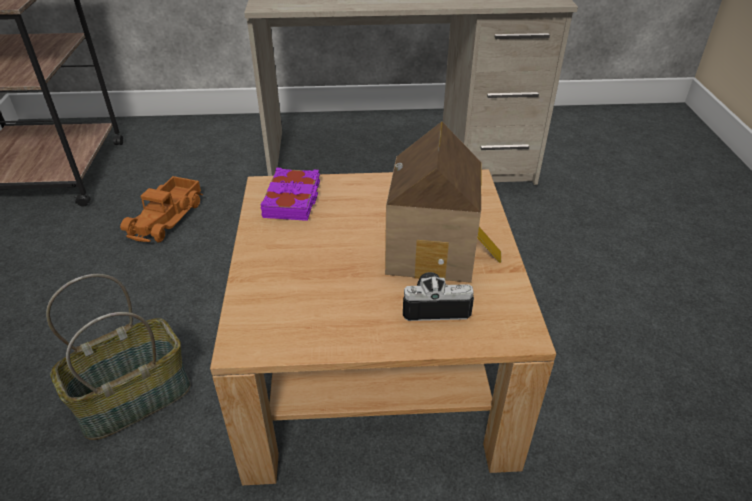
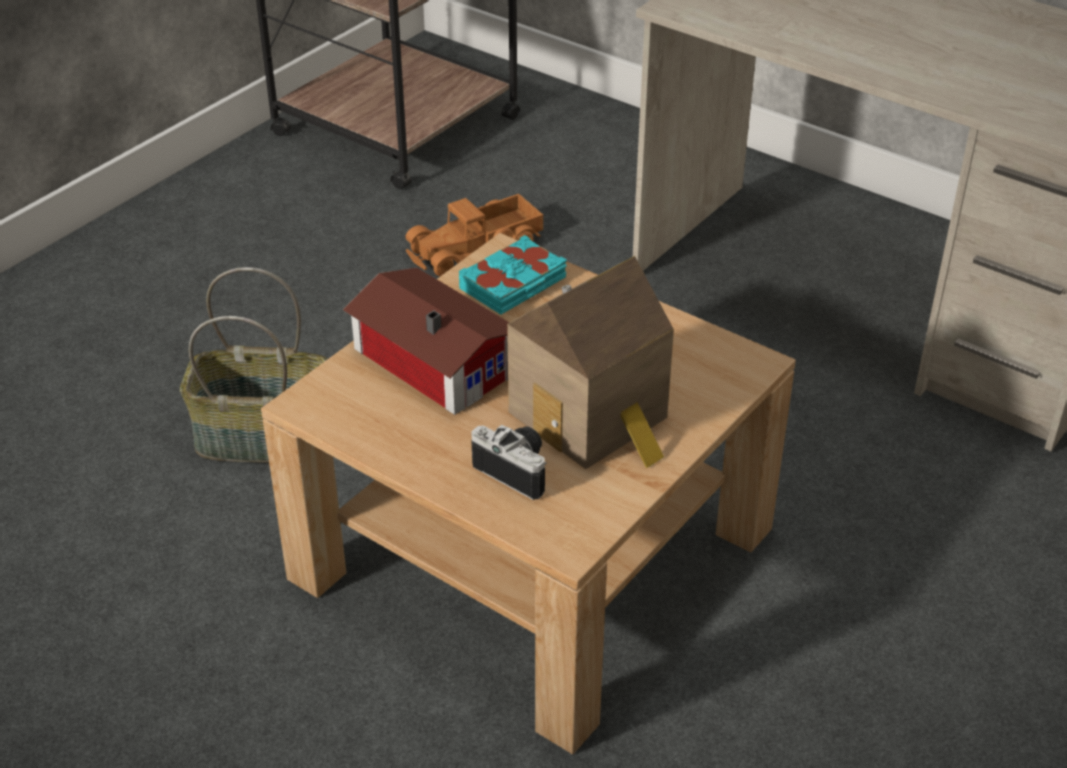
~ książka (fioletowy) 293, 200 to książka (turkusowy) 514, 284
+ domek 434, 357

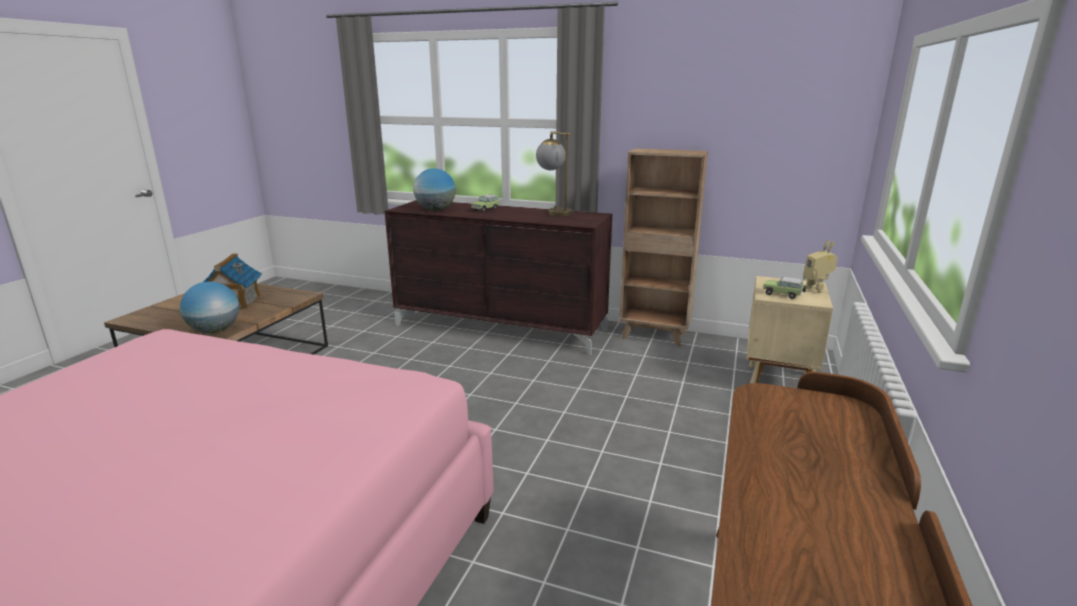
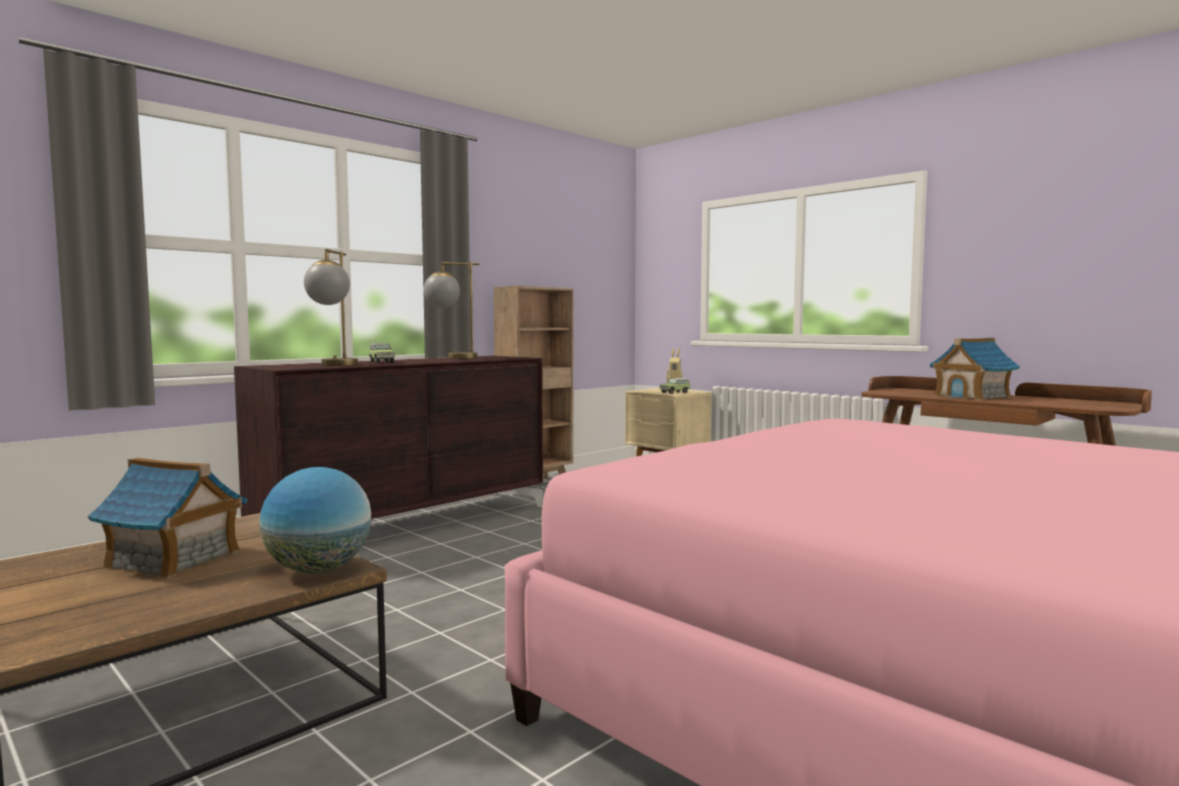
~ globus 436, 210 to lampa stołowa 334, 365
+ domek 972, 396

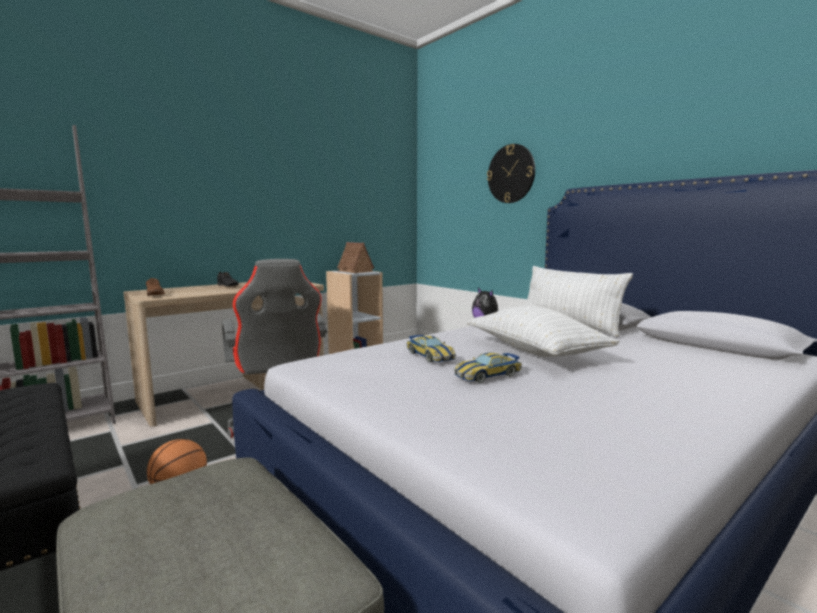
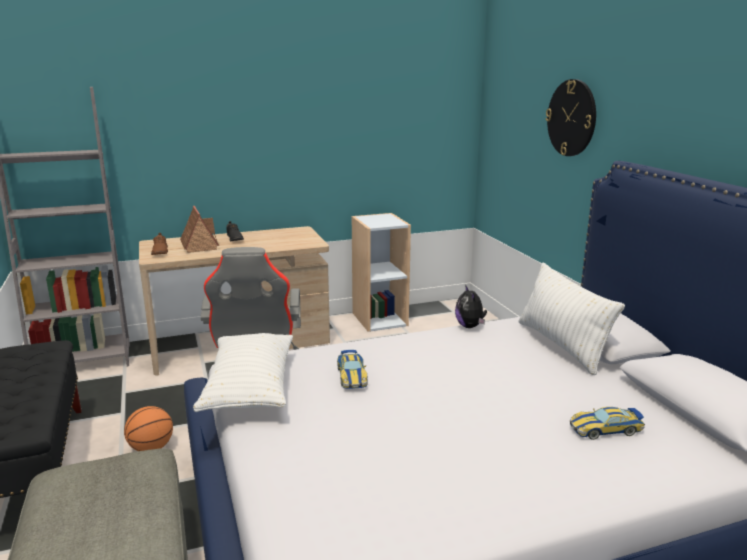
~ domek 354, 271 to 199, 245
~ poduszka (biały) 534, 351 to 250, 388
~ samochodzik 487, 375 to 605, 429

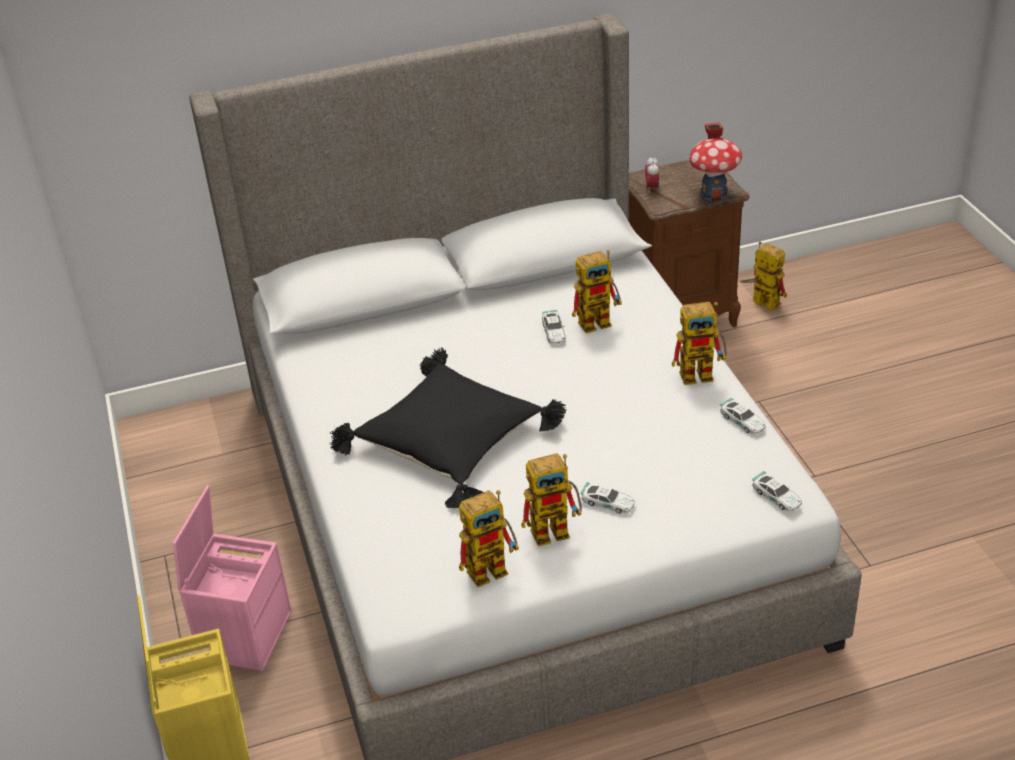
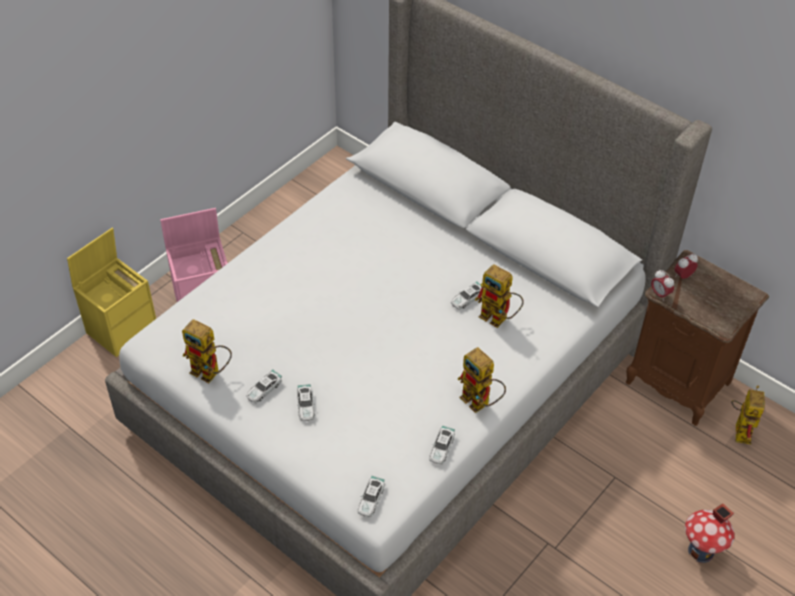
~ domek 713, 193 to 701, 551
- poduszka (czarny) 449, 435
~ robot zabawkowy 557, 529 to samochodzik 264, 389
+ budzik 660, 294

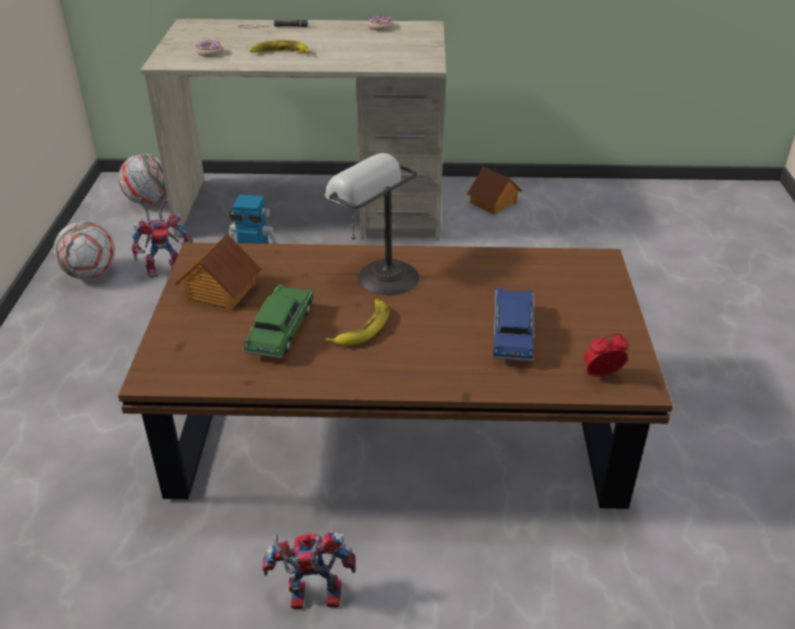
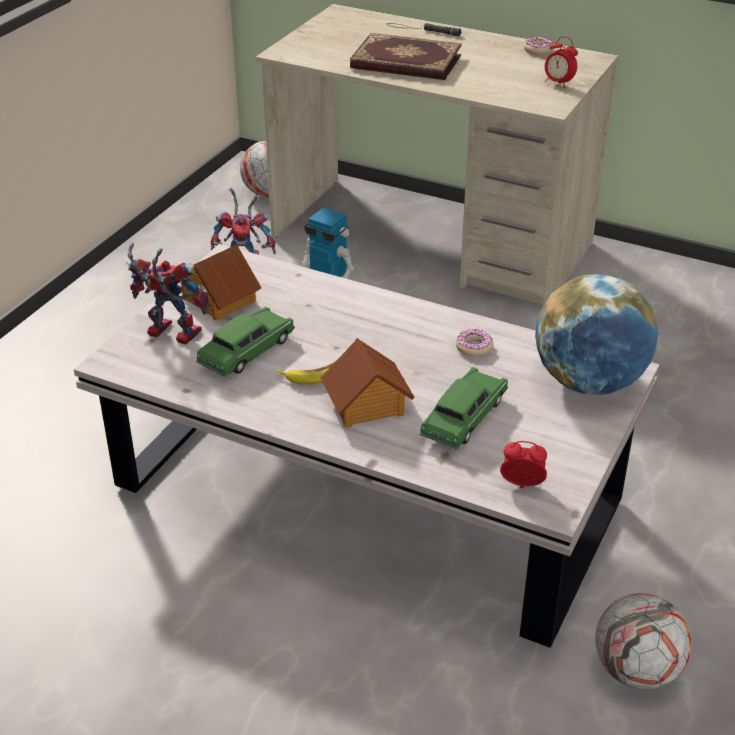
~ donut 209, 53 to 474, 347
~ banan 280, 53 to książka 405, 63
- lampa stołowa 377, 273
~ domek 494, 203 to 366, 404
~ piłka futbolowa 91, 274 to 637, 671
~ ława (brązowy) 395, 430 to ława (biały) 365, 493
~ samochodzik (niebieski) 512, 335 to samochodzik (zielony) 464, 419
~ robot zabawkowy 310, 599 to 168, 333
+ budzik 558, 83
+ globus 589, 382

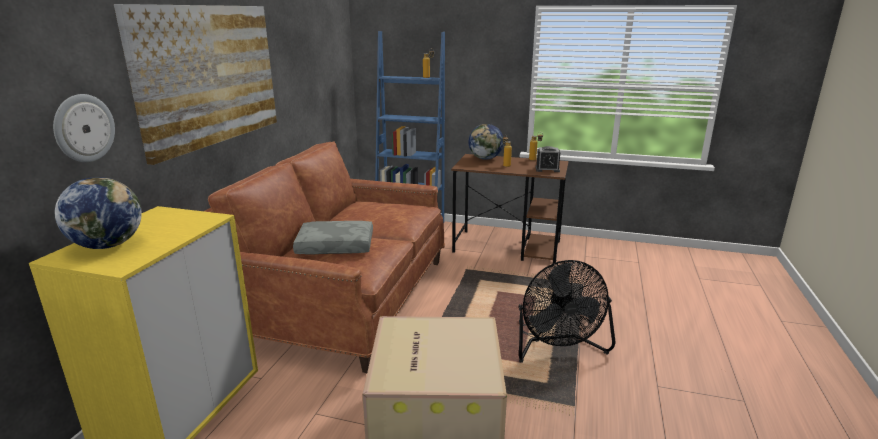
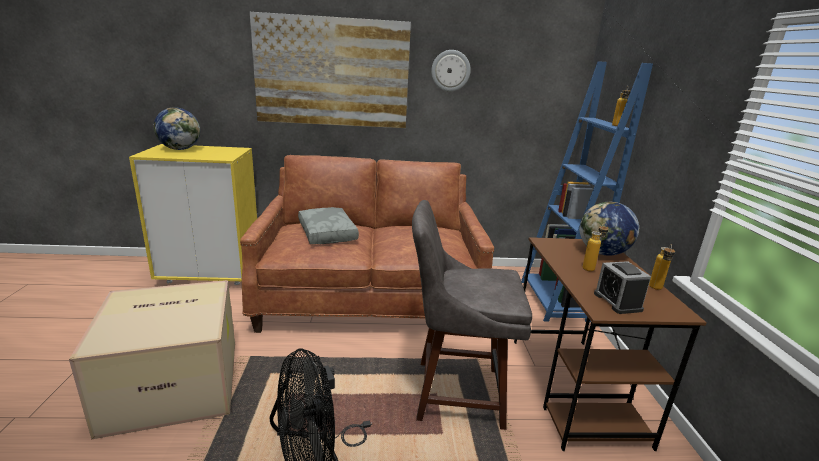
~ zegar ścienny 83, 128 to 450, 70
+ stołek (szary) 454, 392

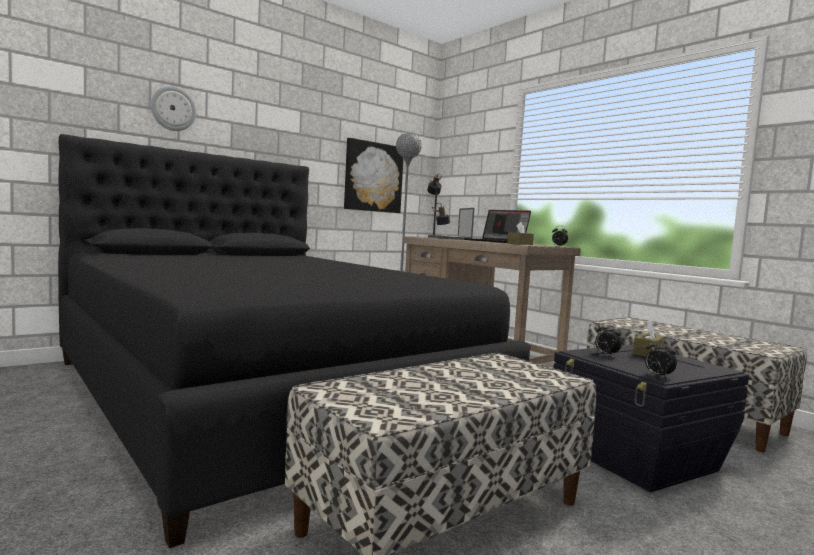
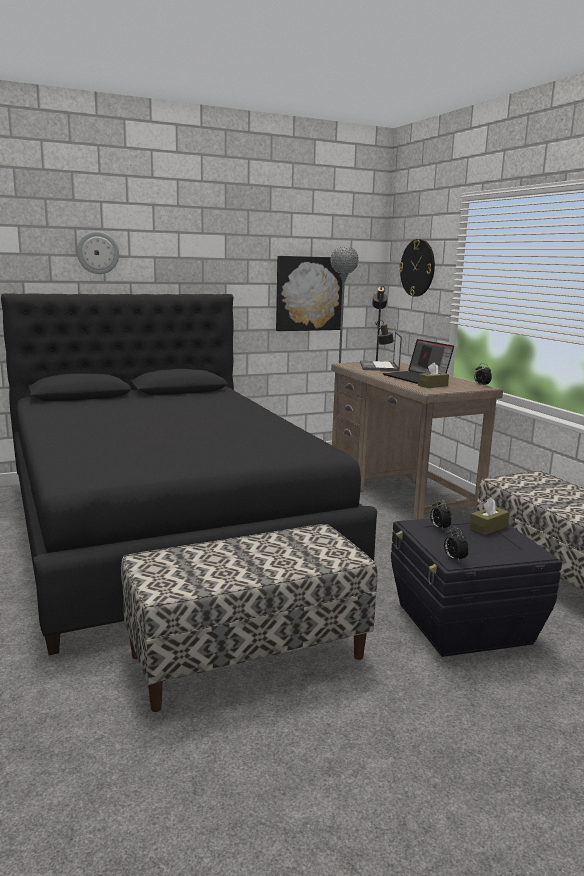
+ zegar ścienny 417, 268

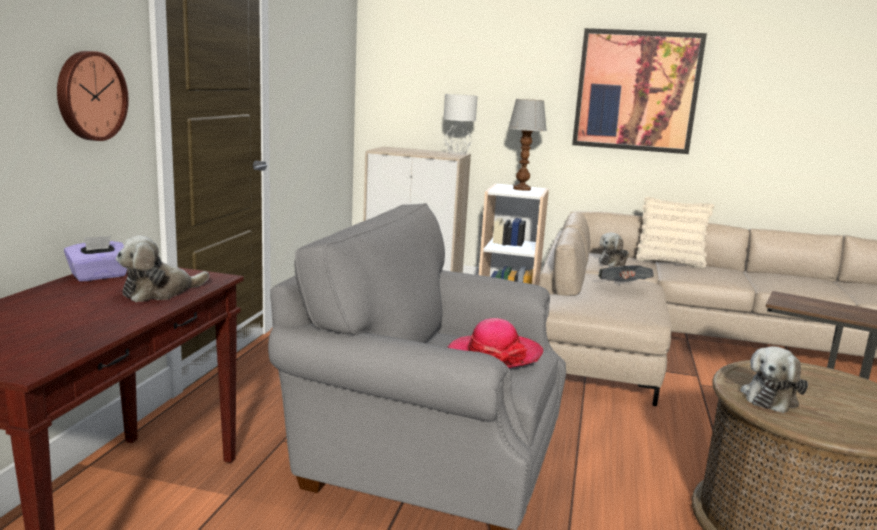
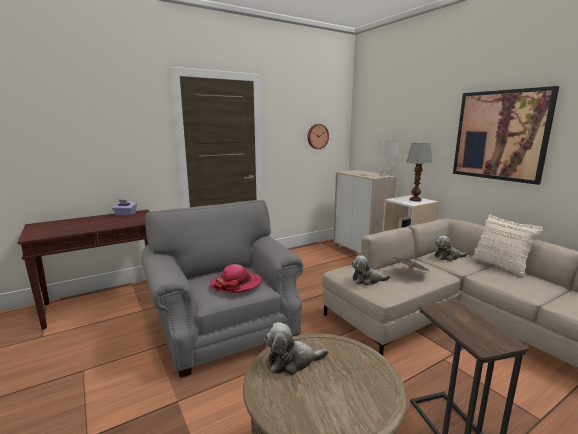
~ zegar ścienny 90, 96 to 317, 136
~ pluszak 160, 292 to 367, 280

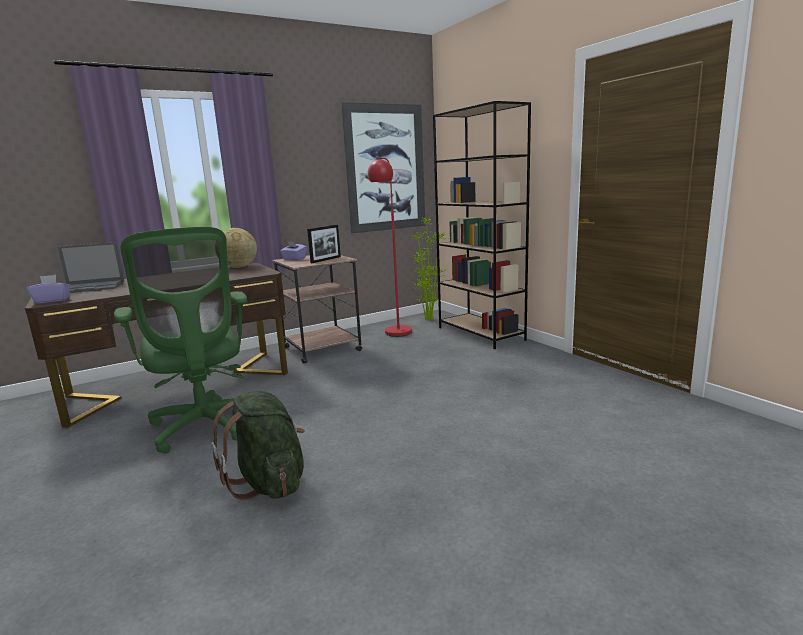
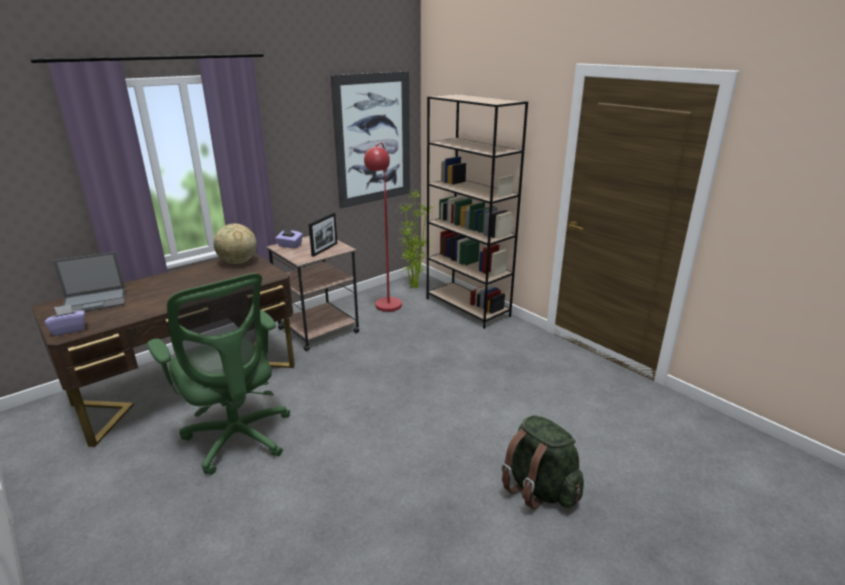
~ plecak (zielony) 269, 483 to 539, 488

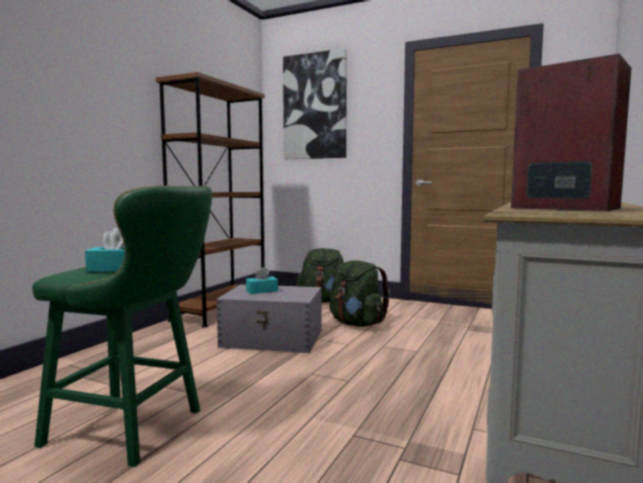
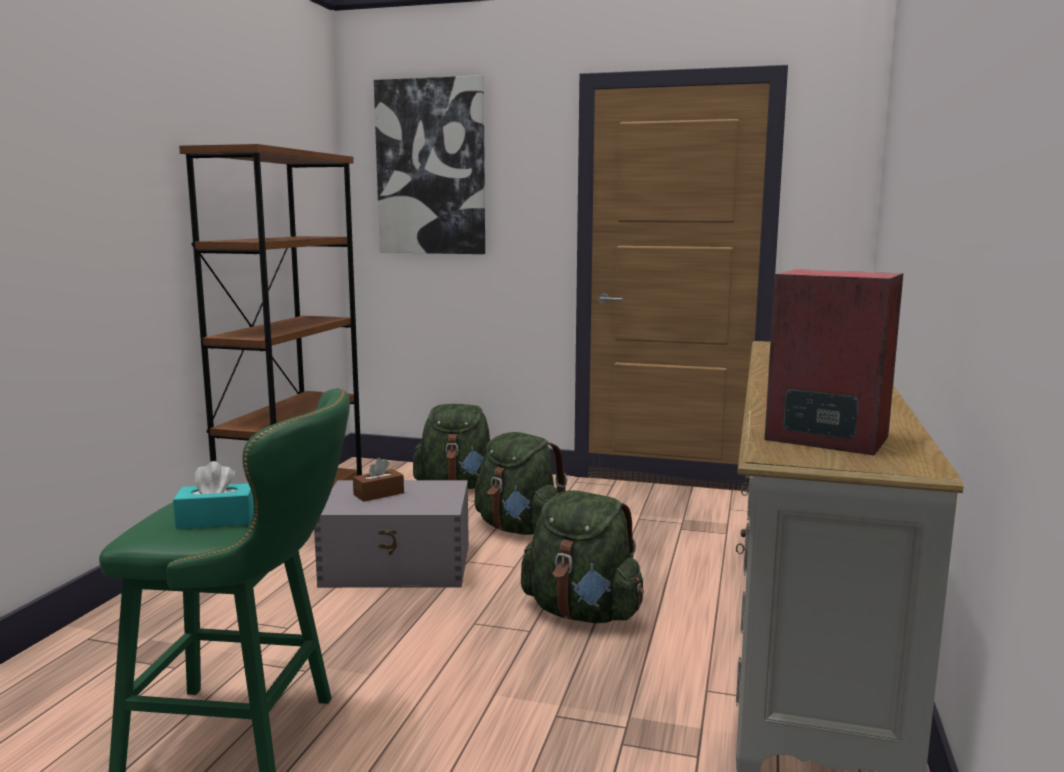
~ pudełko chusteczek (turkusowy) 262, 291 to pudełko chusteczek (brązowy) 378, 494
+ plecak (zielony) 582, 613

